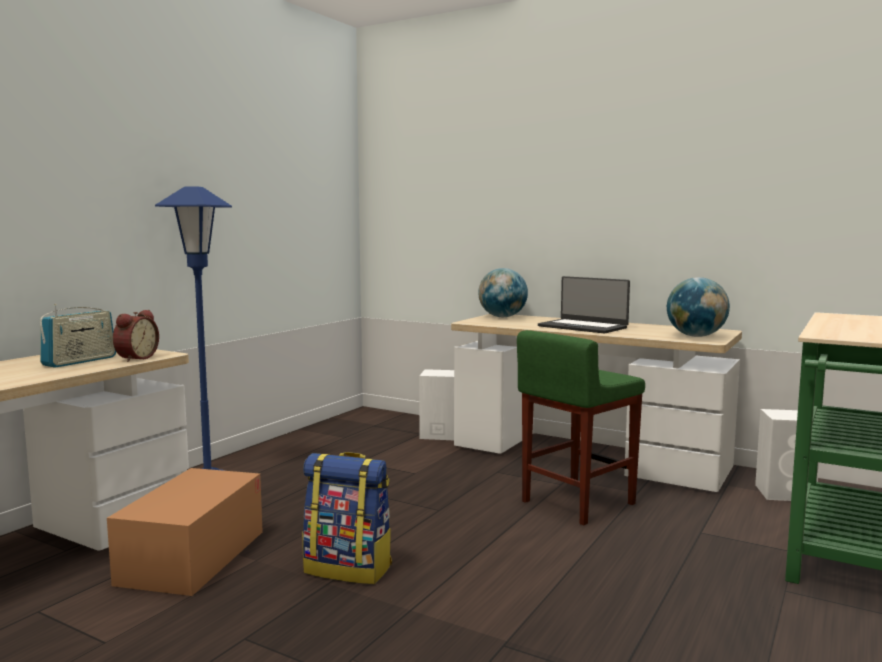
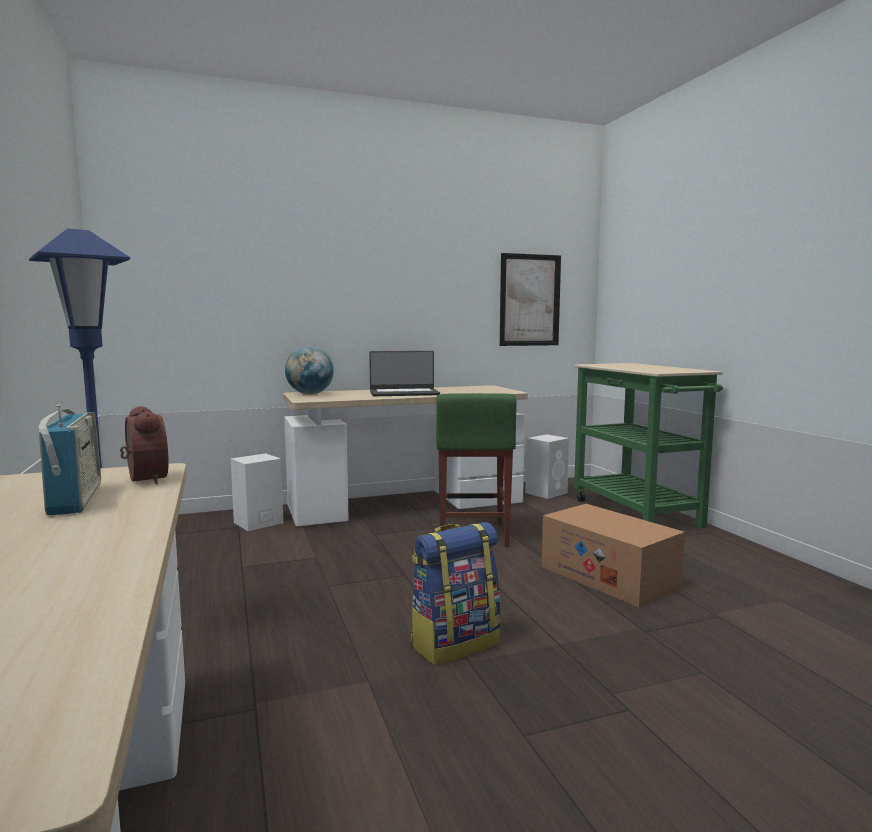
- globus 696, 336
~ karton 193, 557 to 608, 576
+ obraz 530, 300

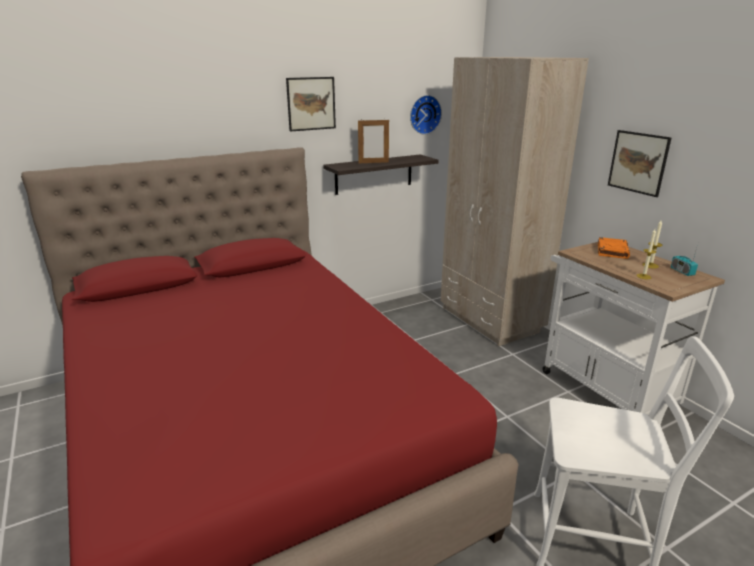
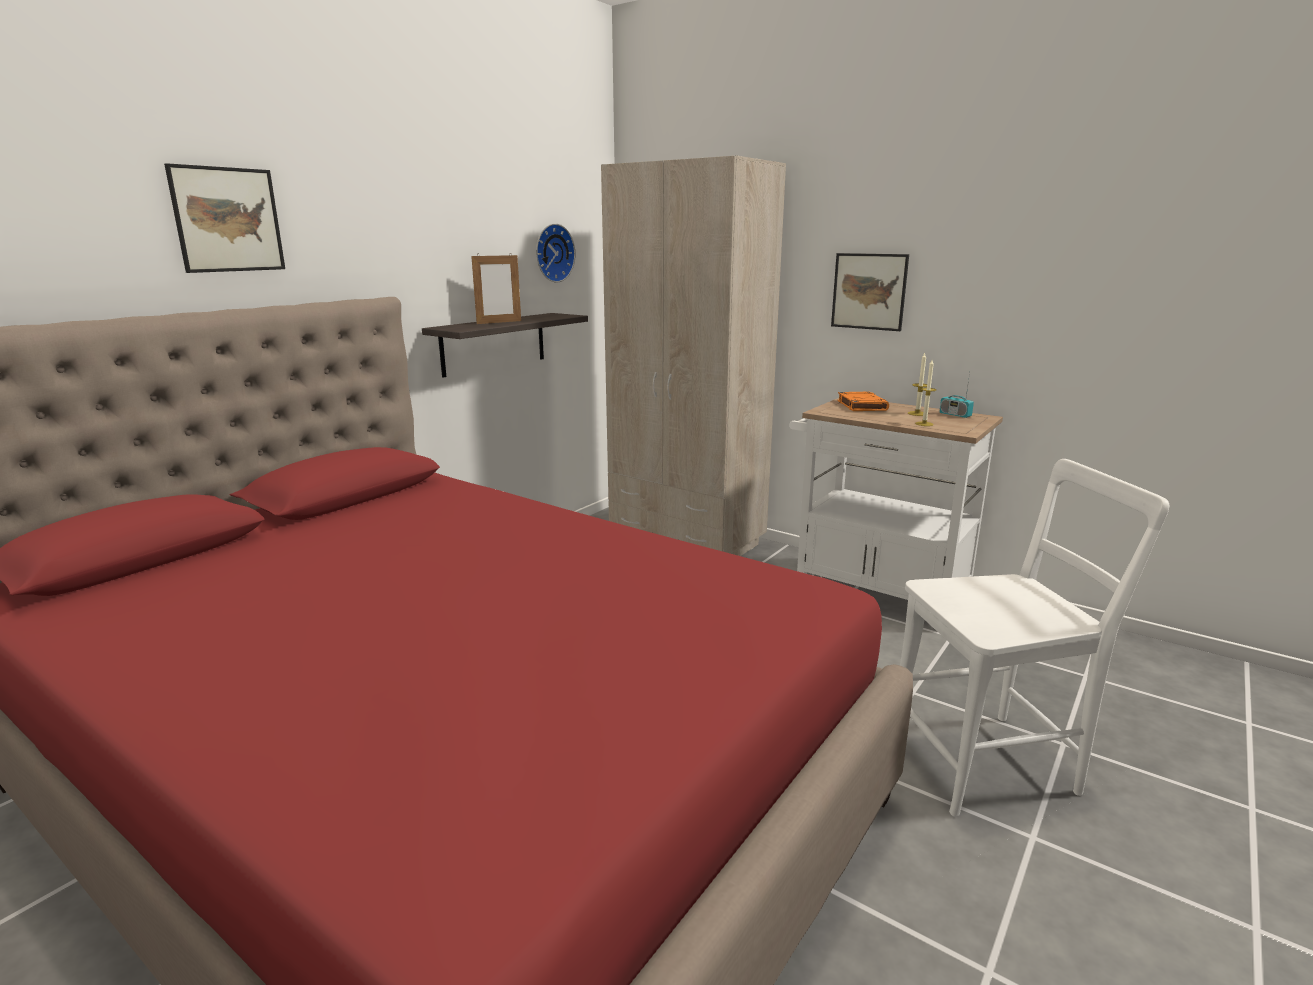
~ obraz 311, 103 to 227, 220

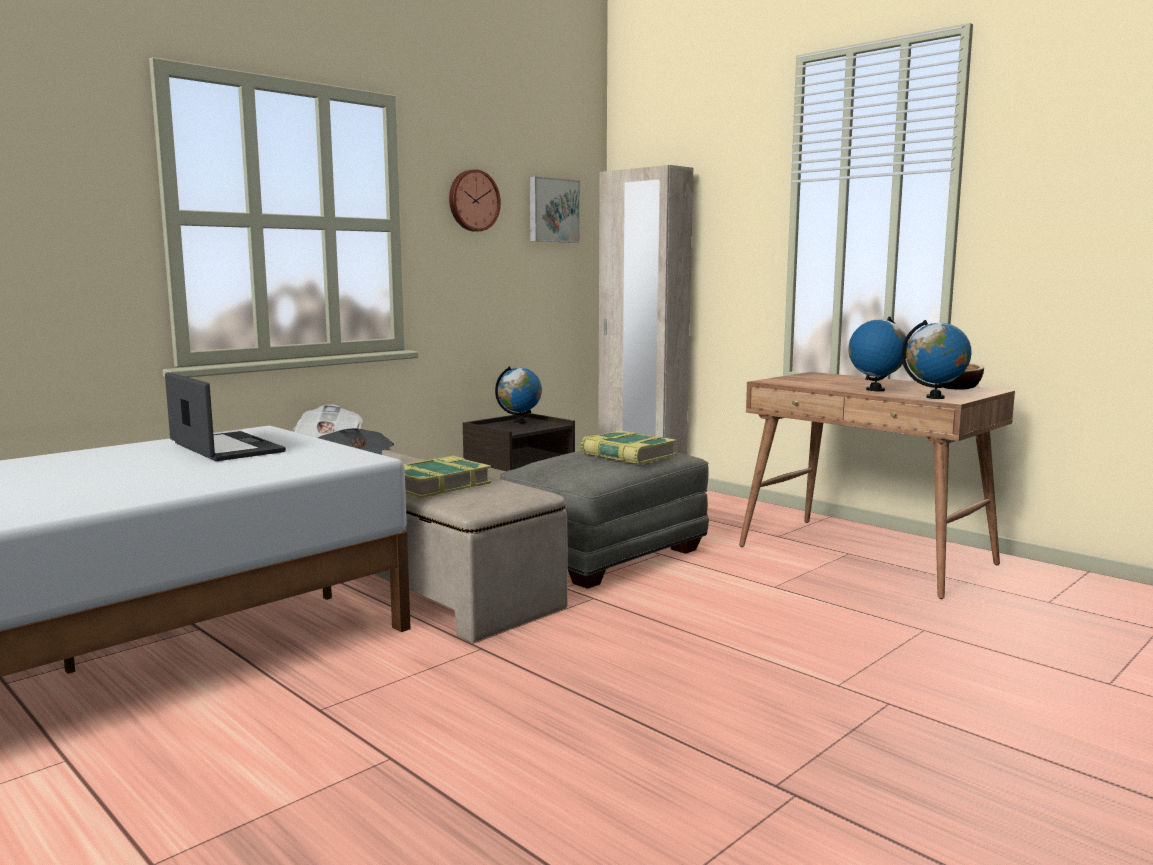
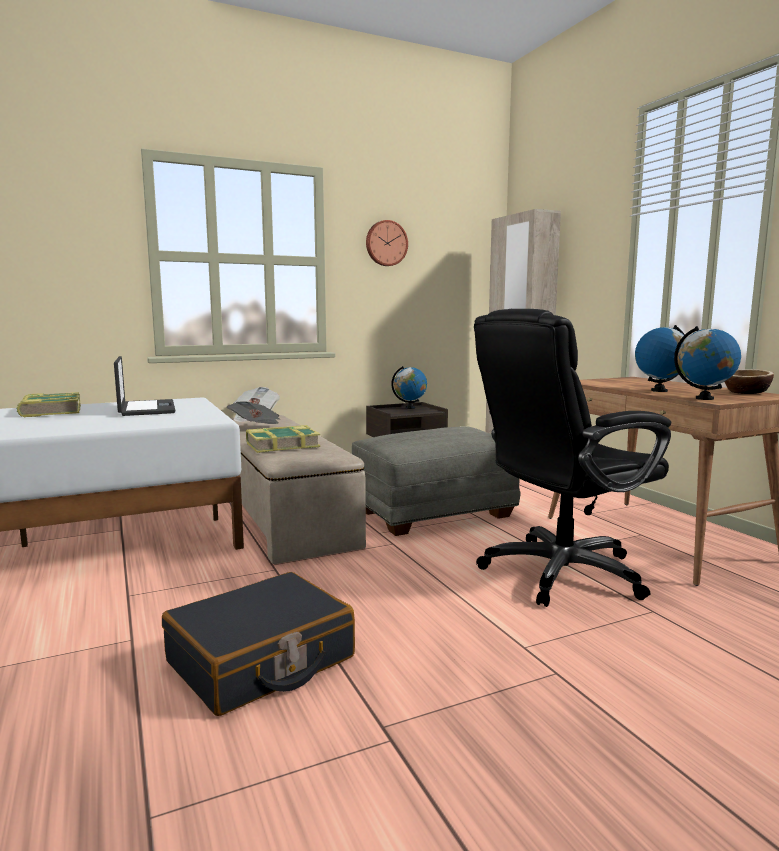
- obraz 552, 210
~ książka 627, 455 to 50, 411
+ krzesło biurowe (czarny) 562, 572
+ walizka (czarny) 261, 661

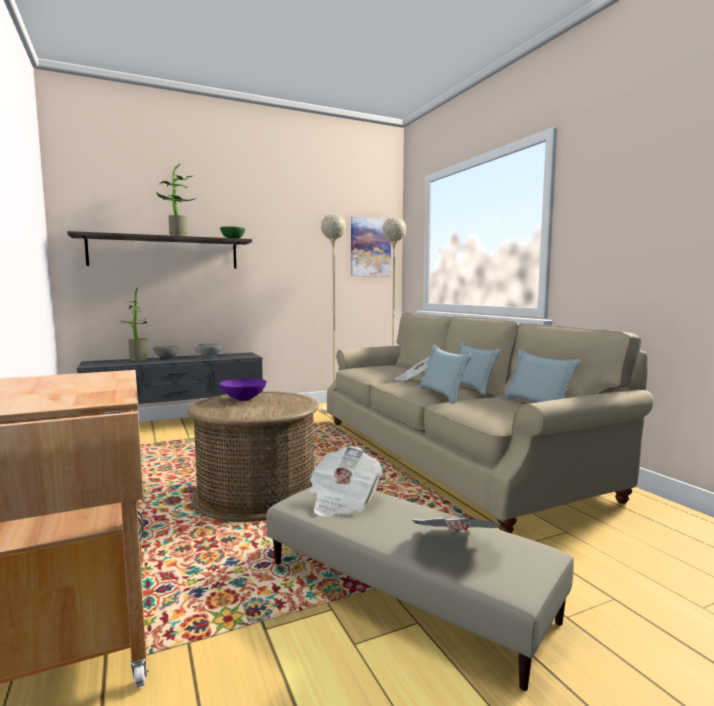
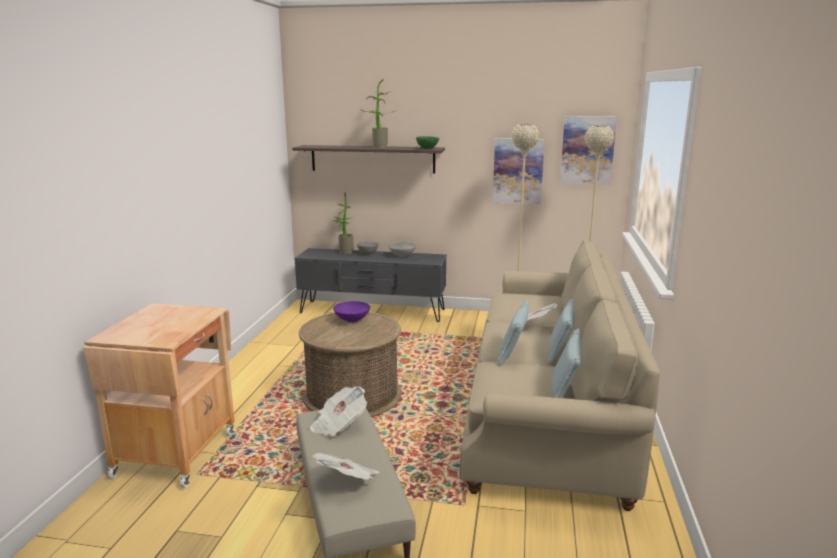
+ obraz 518, 171

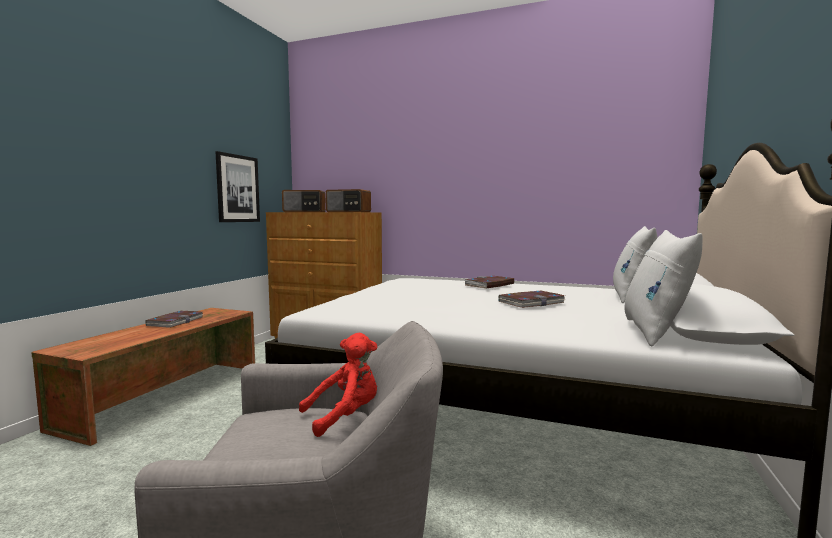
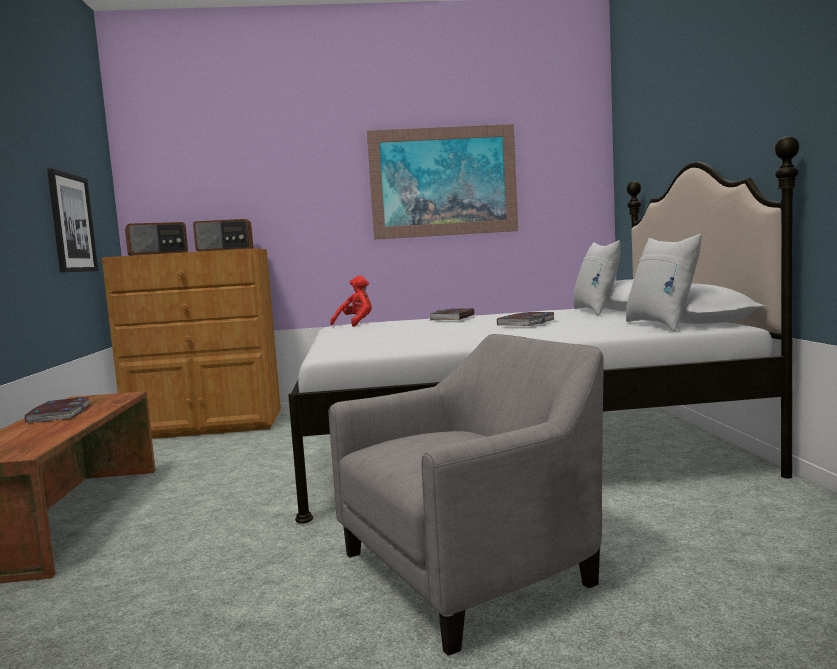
~ pluszak (czerwony) 345, 416 to 356, 324
+ obraz 443, 182

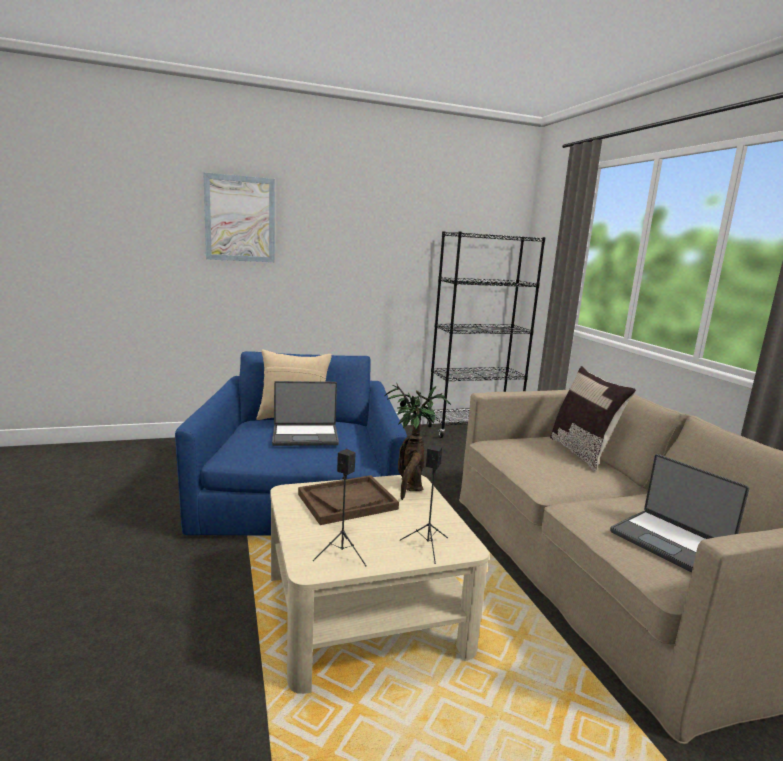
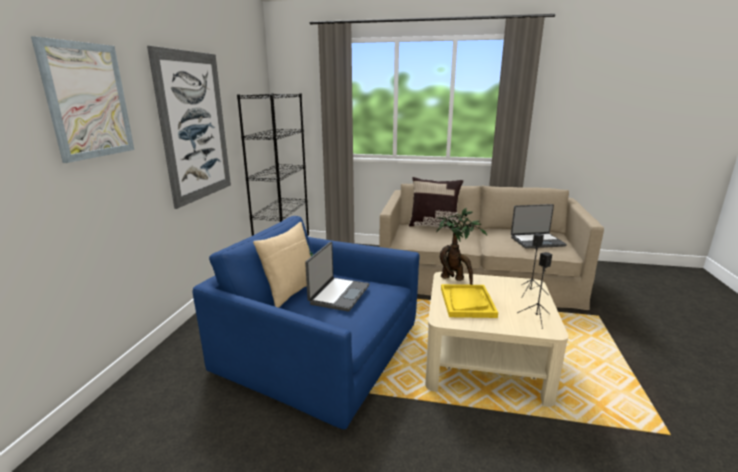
~ taca (brązowy) 347, 501 to taca (żółty) 467, 302
+ obraz 194, 127

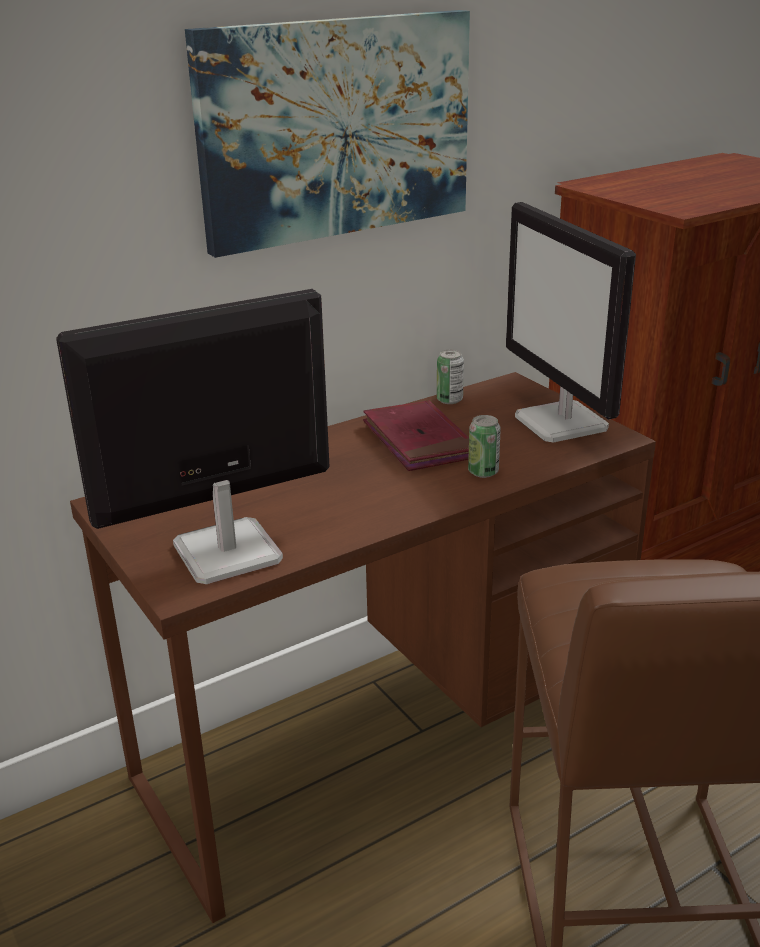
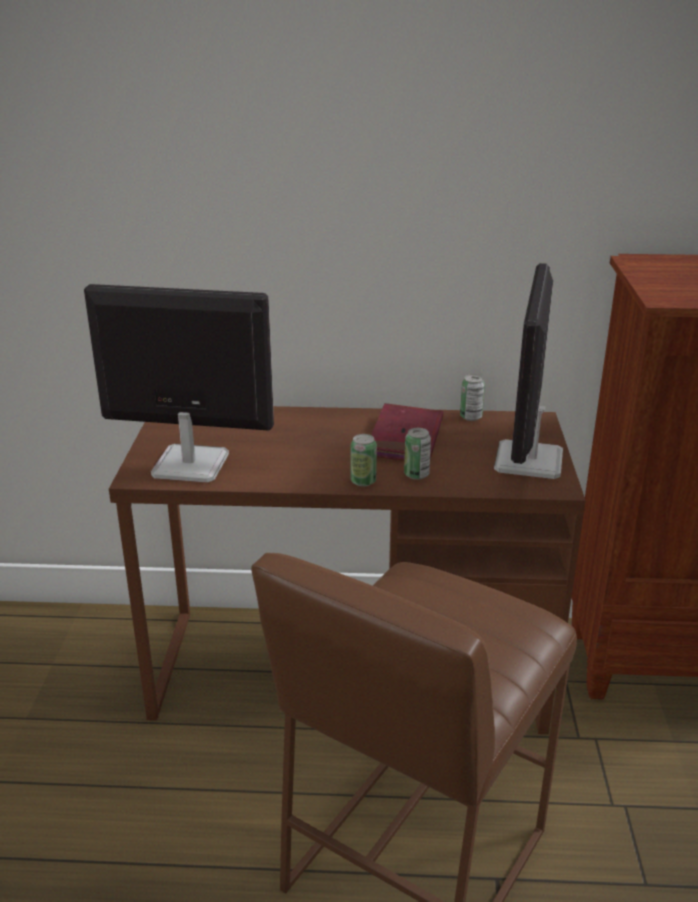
- obraz 336, 129
+ puszka 363, 481

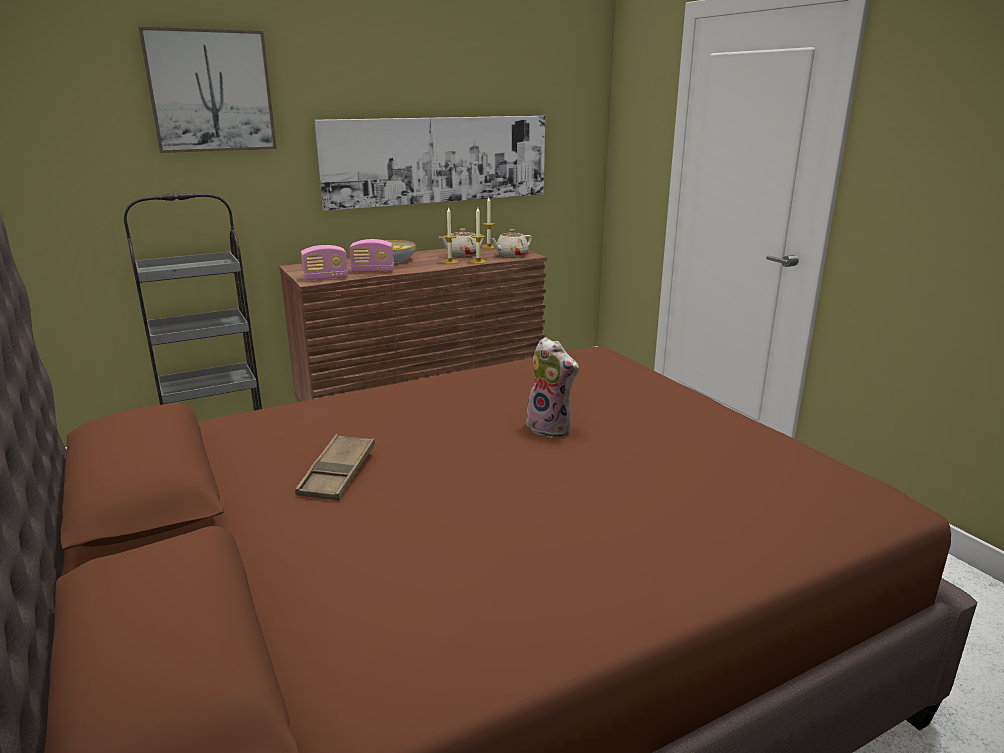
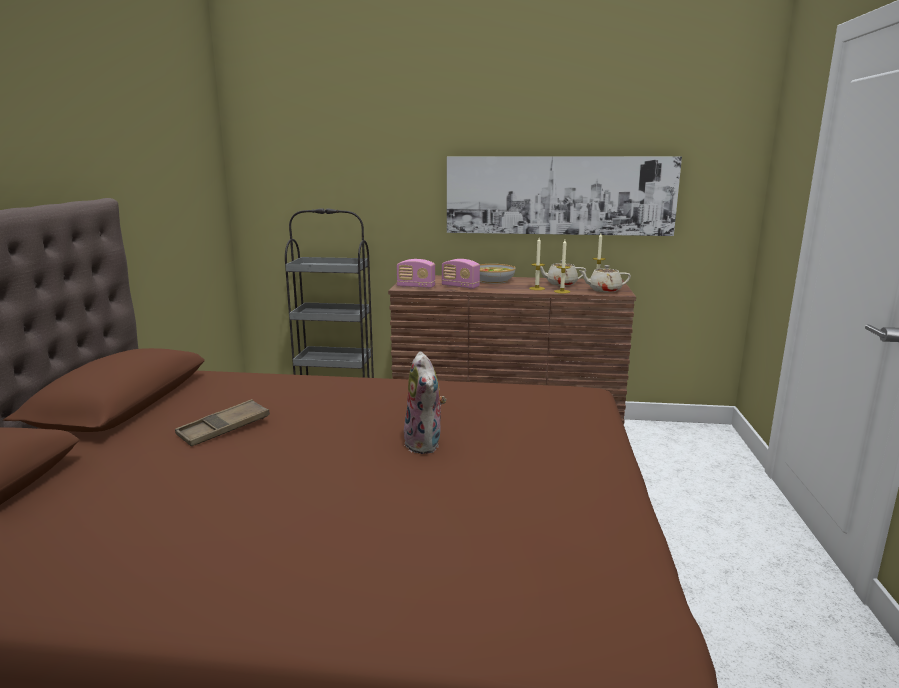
- obraz 211, 91

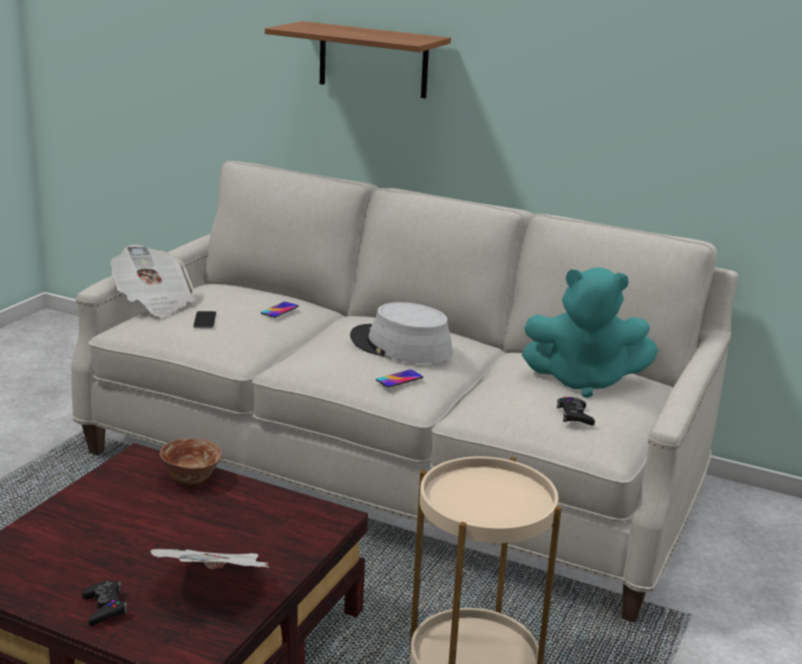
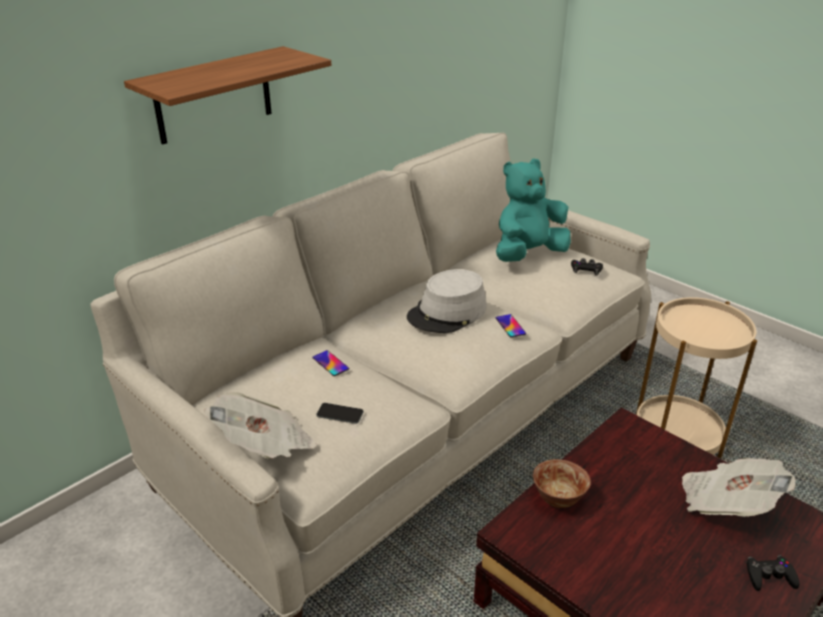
~ pluszak (turkusowy) 583, 381 = 528, 254 150 degrees counterclockwise

